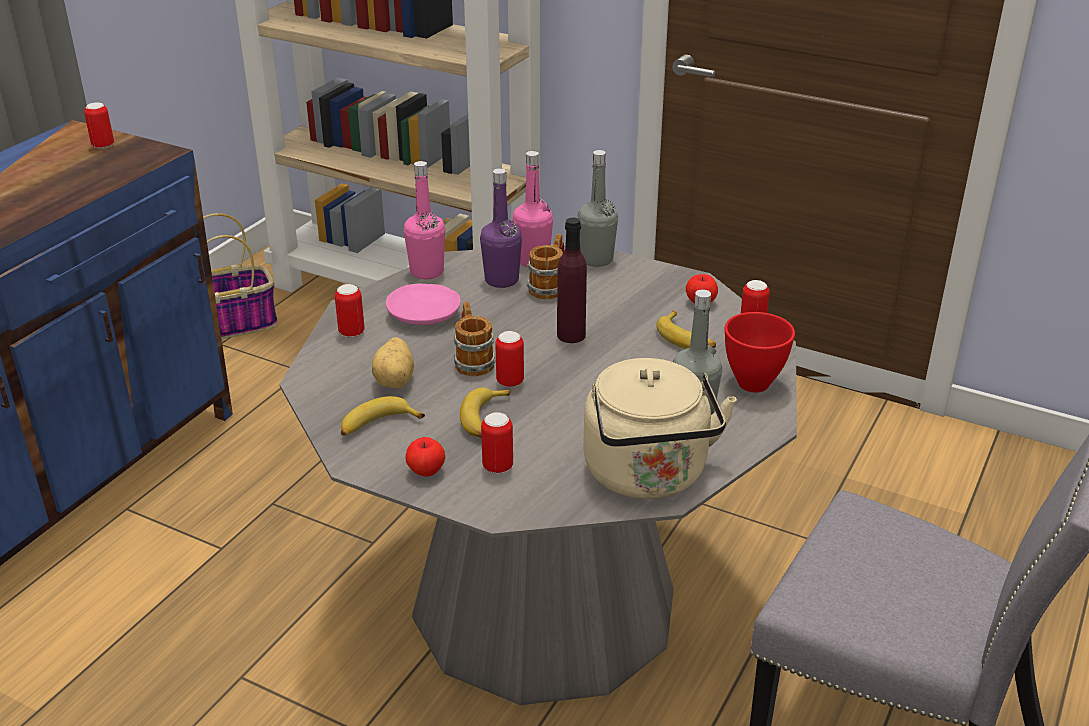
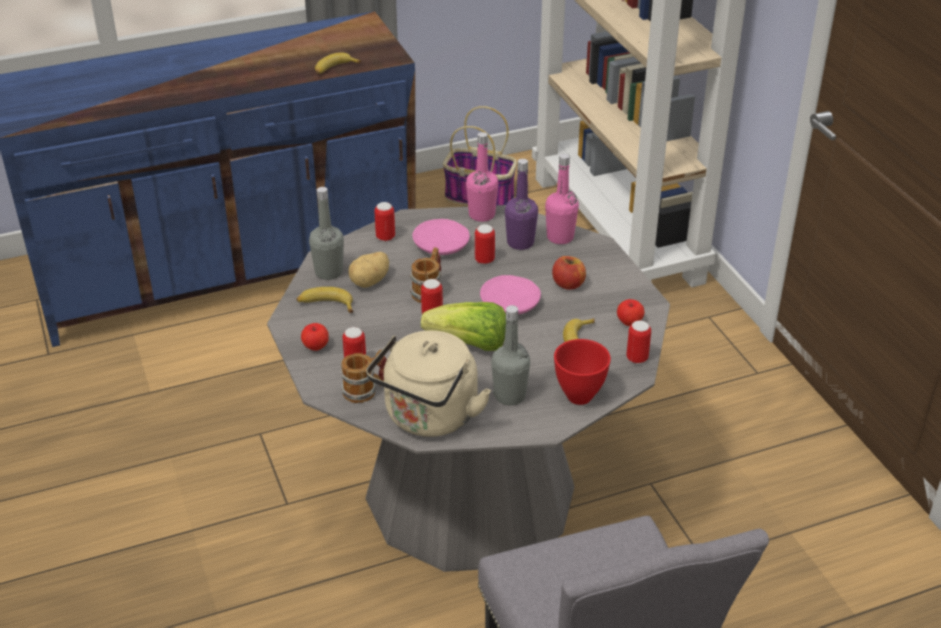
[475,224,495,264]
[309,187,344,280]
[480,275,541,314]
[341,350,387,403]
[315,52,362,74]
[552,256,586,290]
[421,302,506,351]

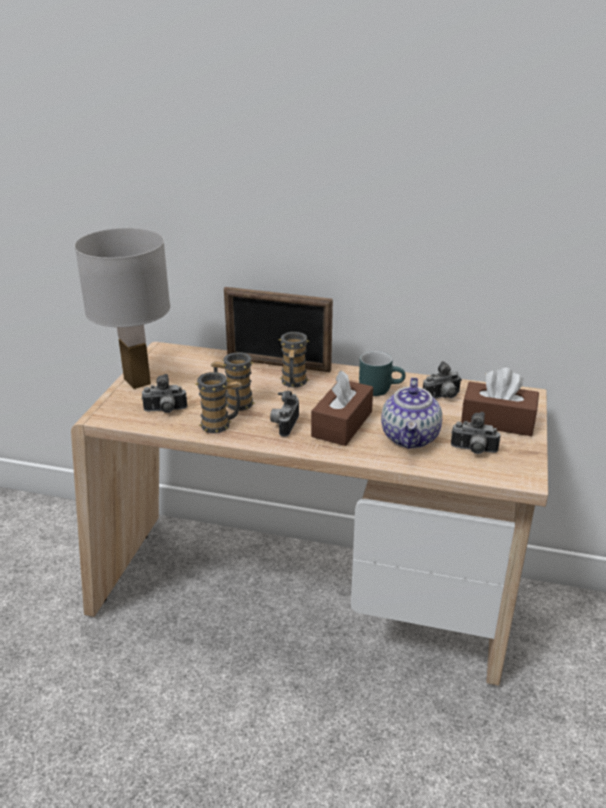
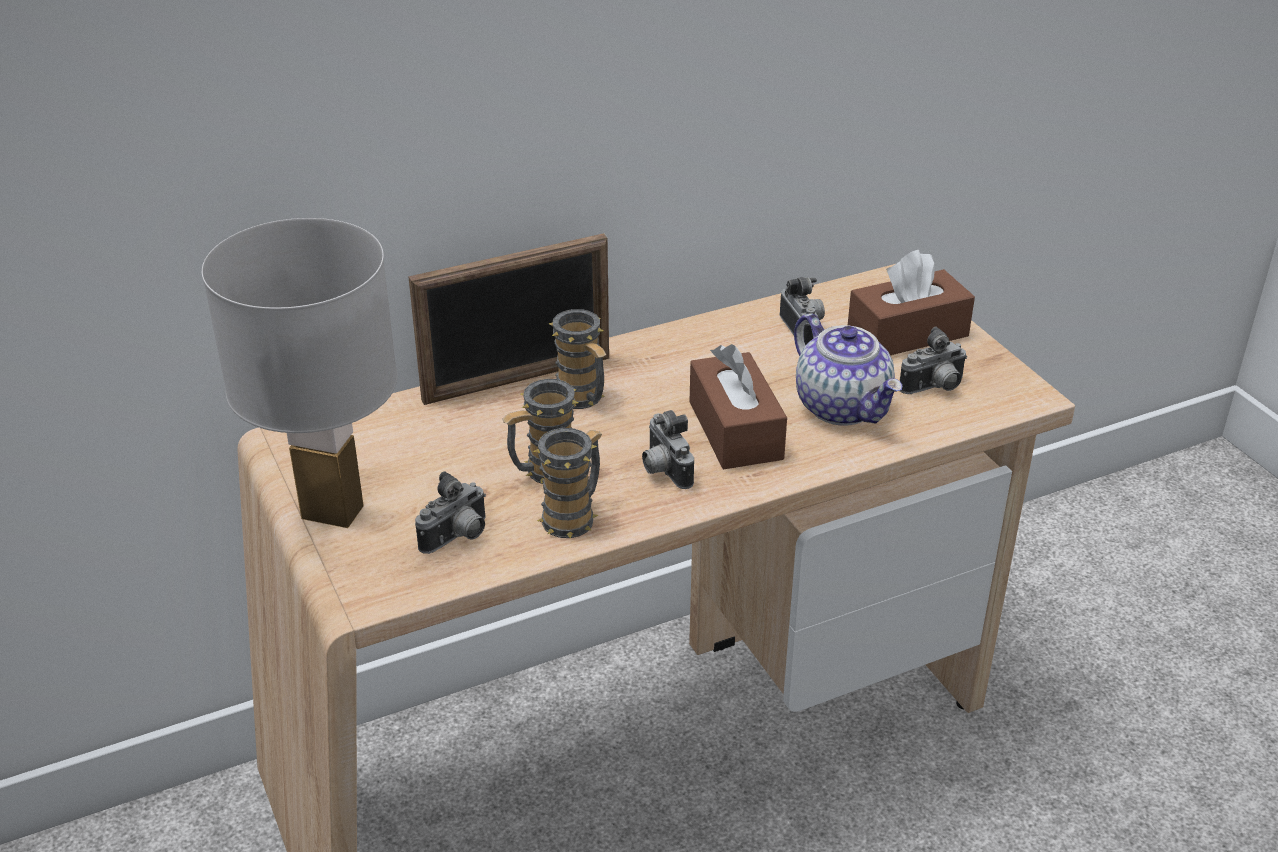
[359,351,405,396] (first image)
[779,277,825,345]

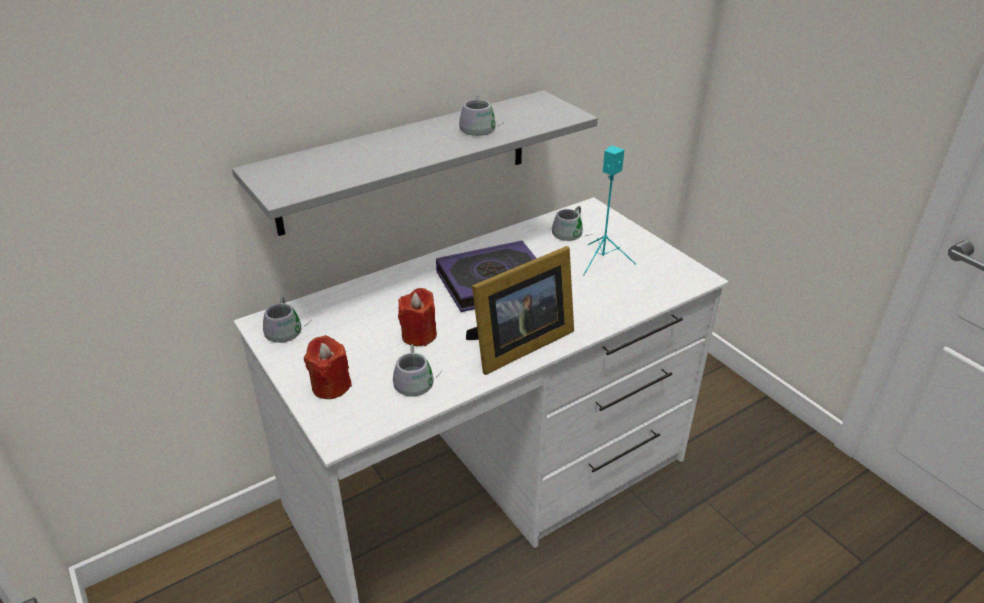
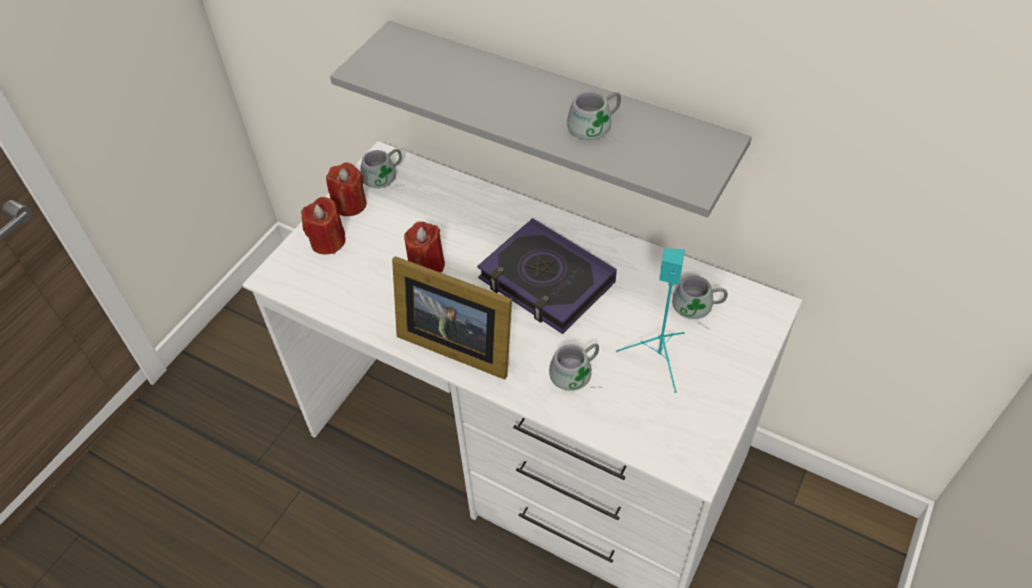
[549,343,602,391]
[326,162,367,216]

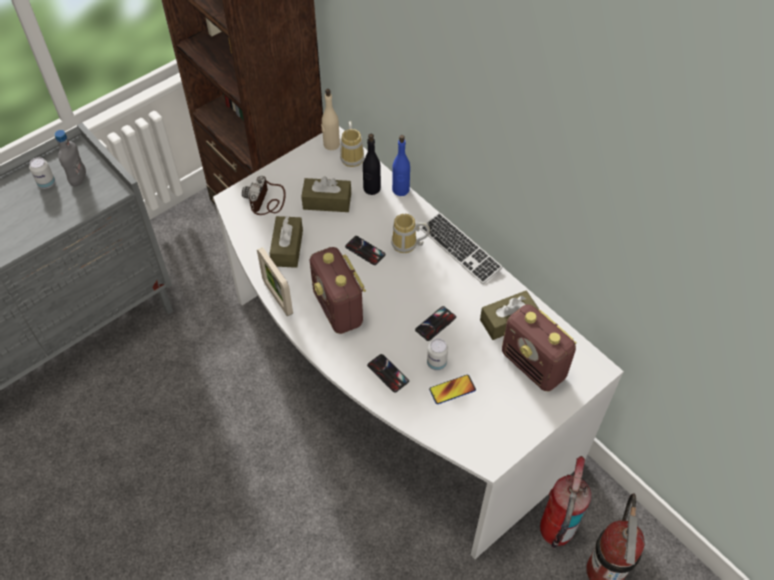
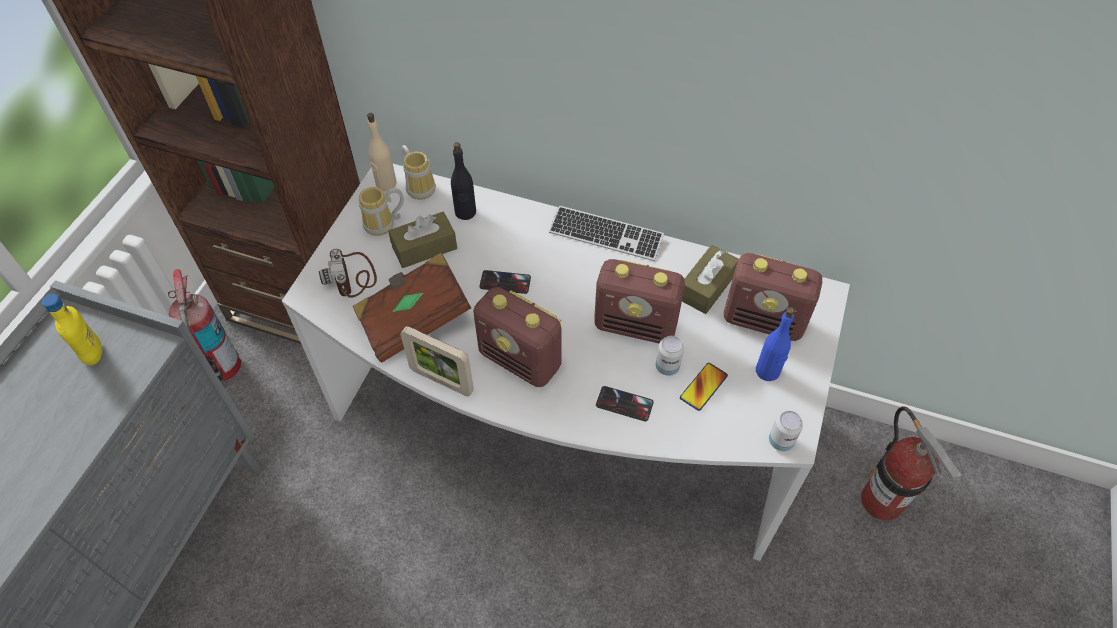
[42,294,102,365]
[756,307,795,381]
[769,411,803,451]
[359,187,404,236]
[353,253,471,363]
[594,259,685,343]
[168,269,242,381]

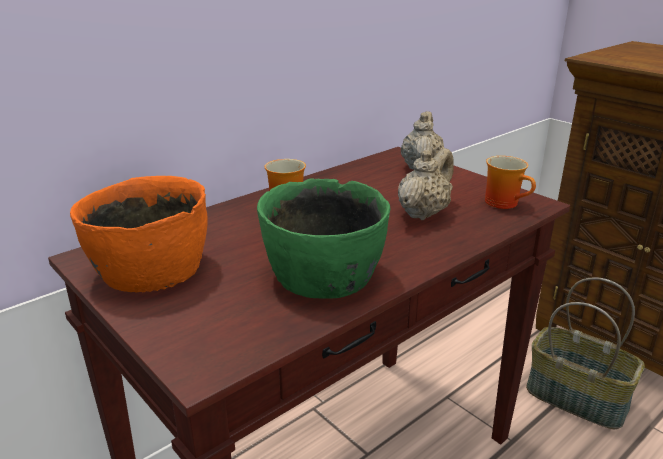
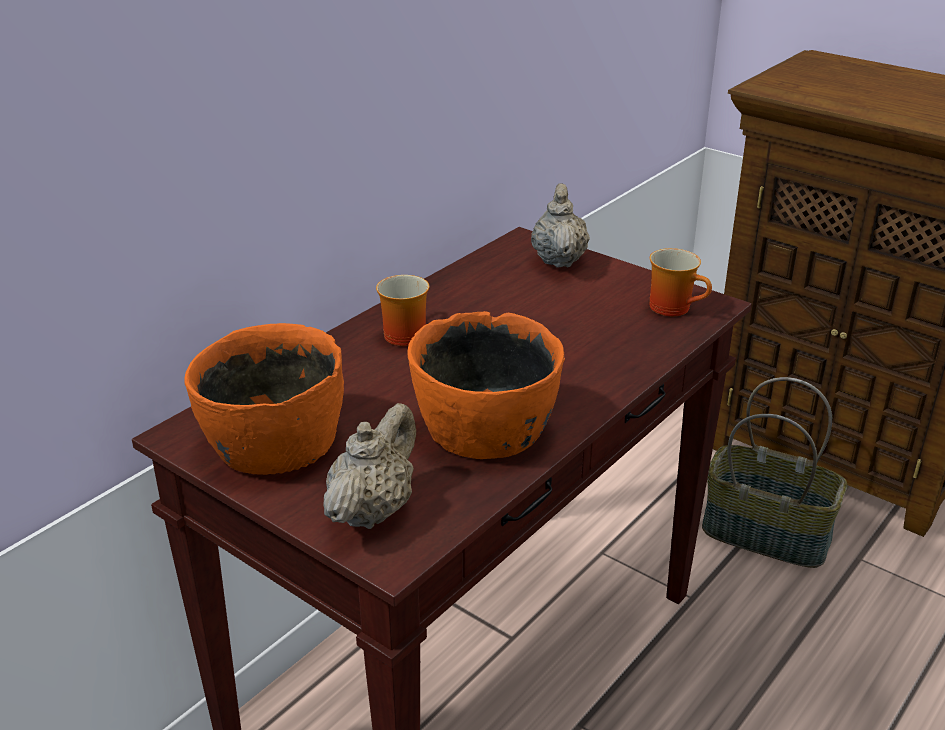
[323,403,416,529]
[407,311,565,459]

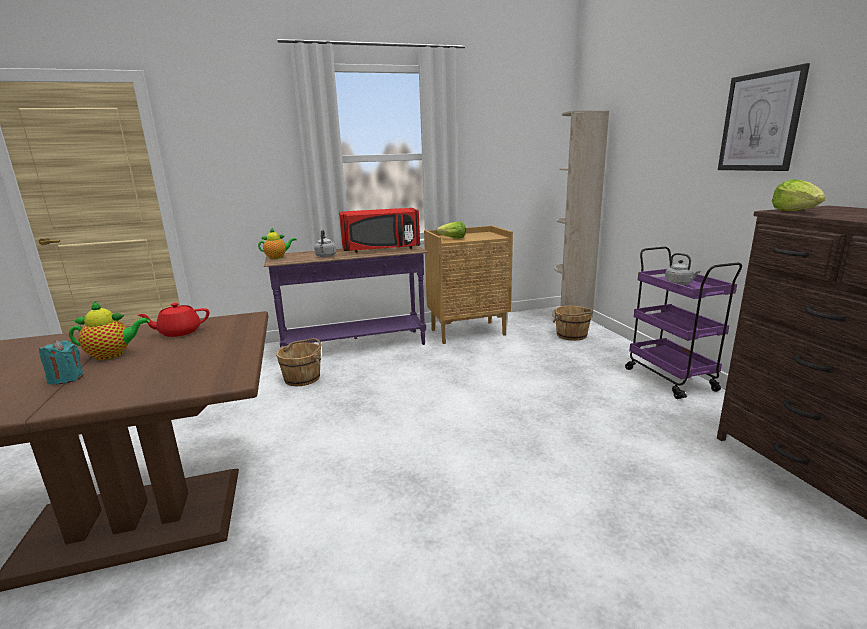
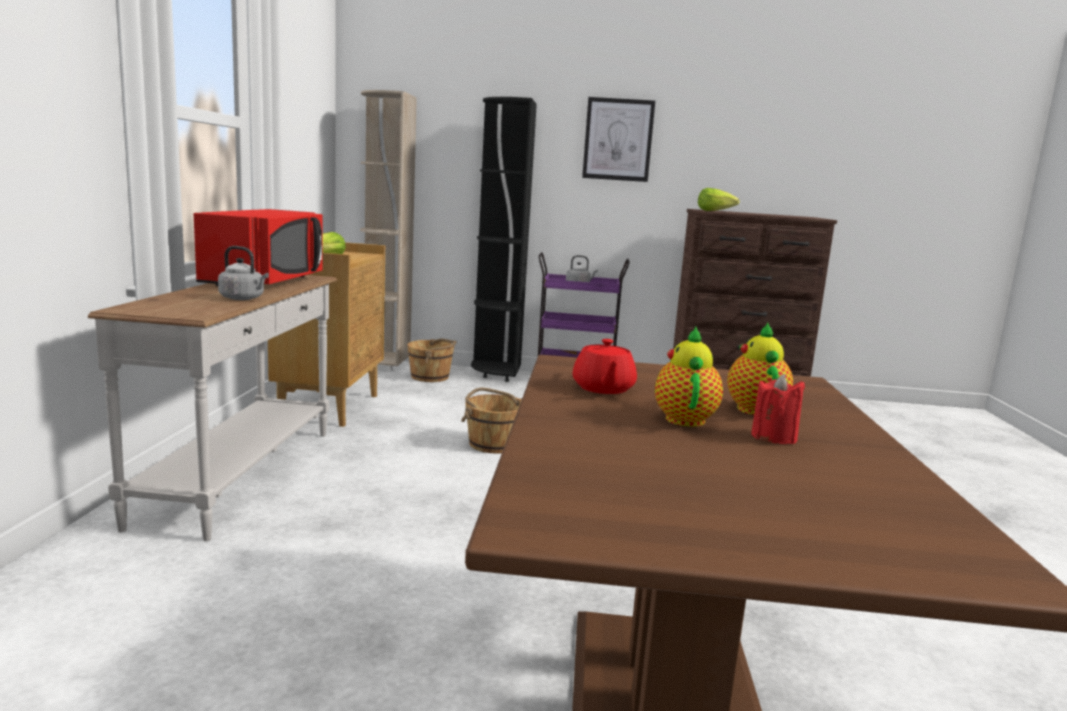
[727,322,793,415]
[88,275,338,541]
[461,388,522,454]
[751,374,805,444]
[471,97,537,382]

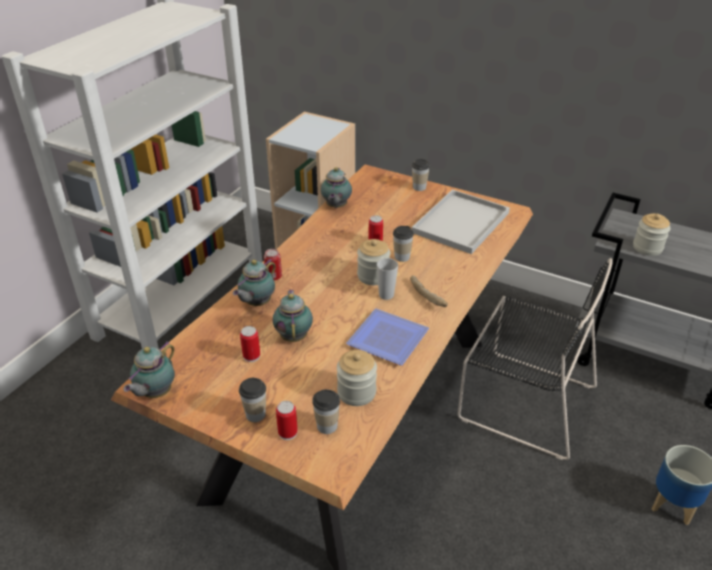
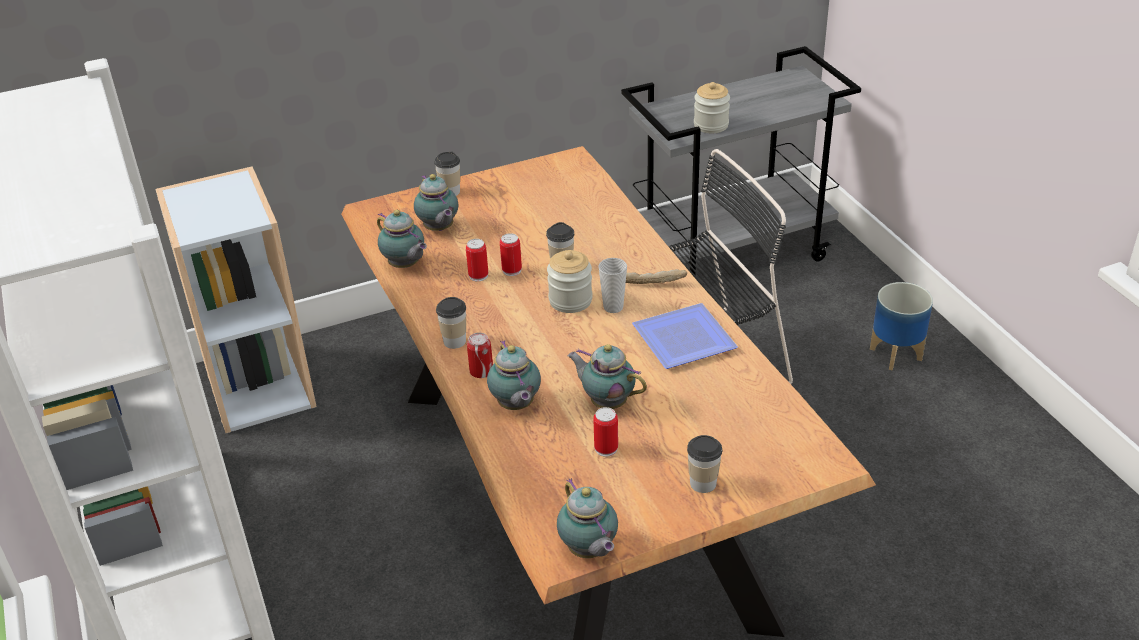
[411,189,510,254] (first image)
[337,350,377,406] (first image)
[436,297,466,349]
[466,239,488,282]
[414,174,458,231]

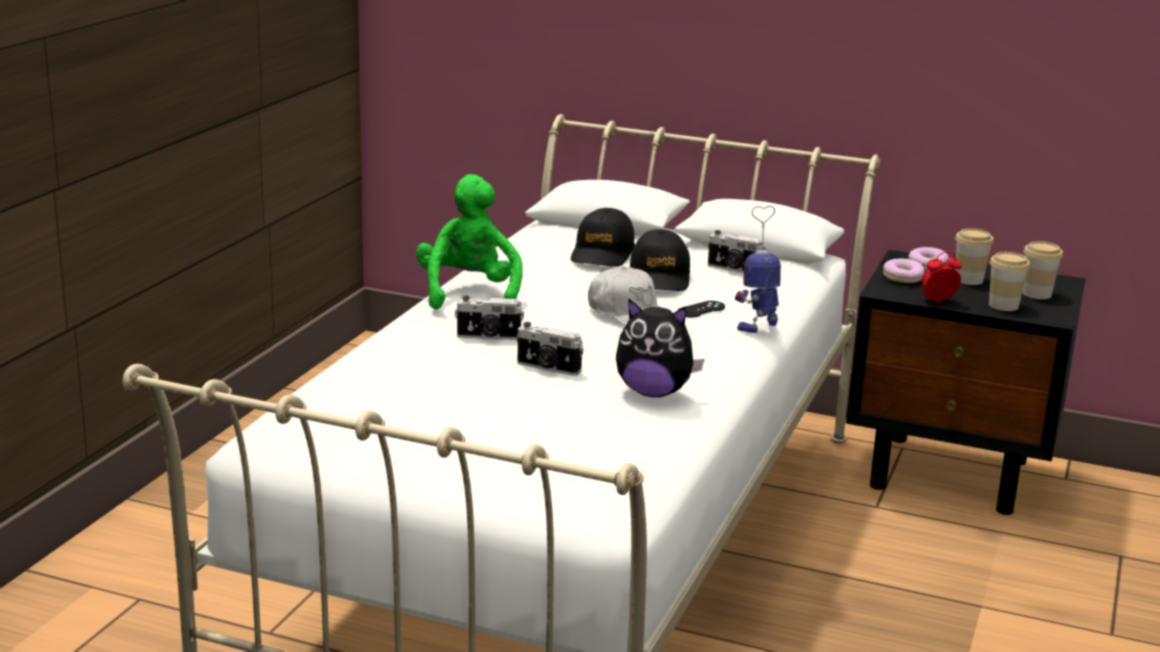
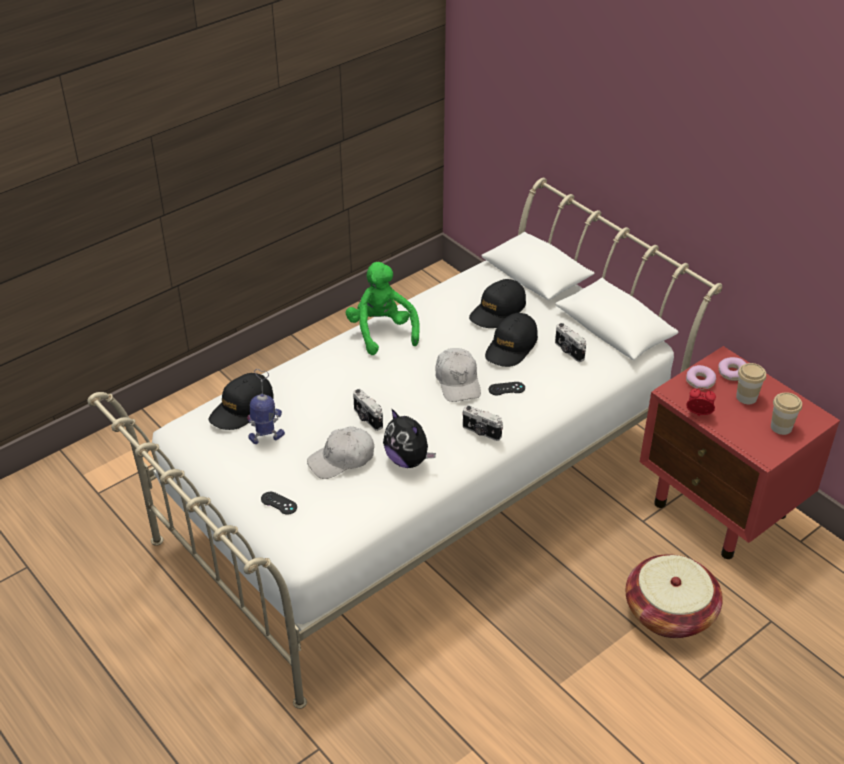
[346,262,420,355]
[247,369,285,444]
[640,346,840,559]
[989,252,1030,311] (first image)
[462,405,503,441]
[209,373,274,430]
[307,426,374,479]
[261,492,297,515]
[626,554,723,638]

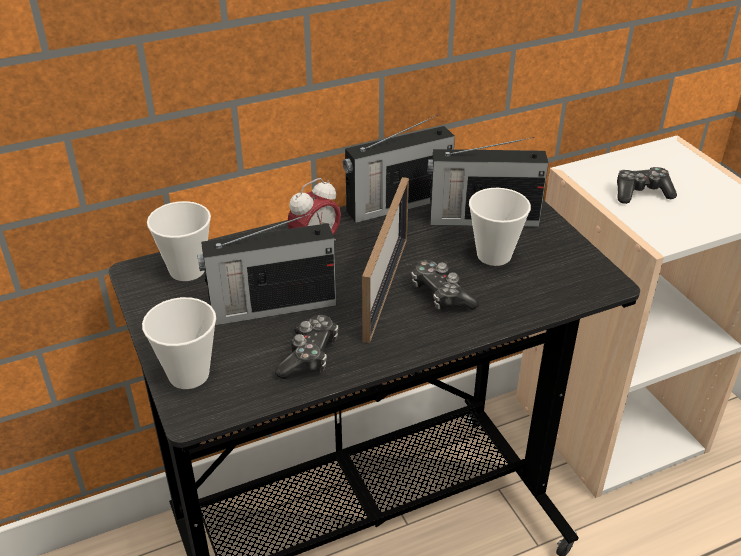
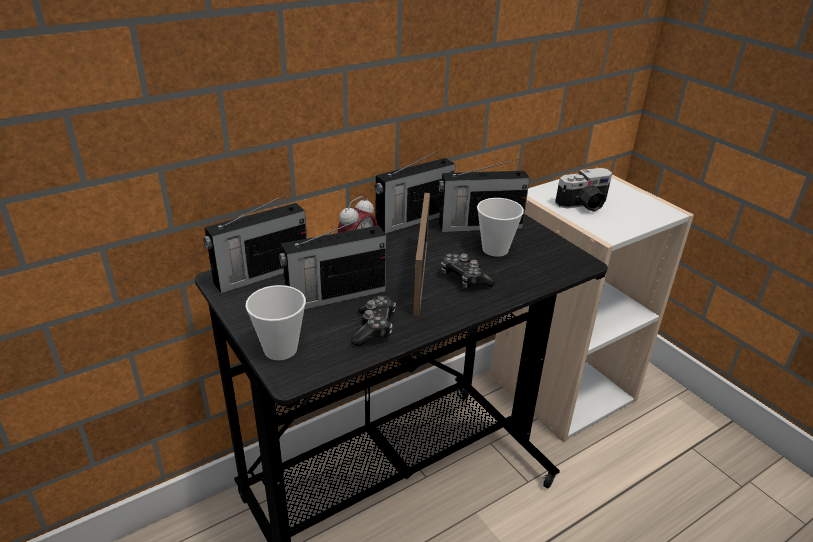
[555,168,612,212]
[203,193,307,293]

